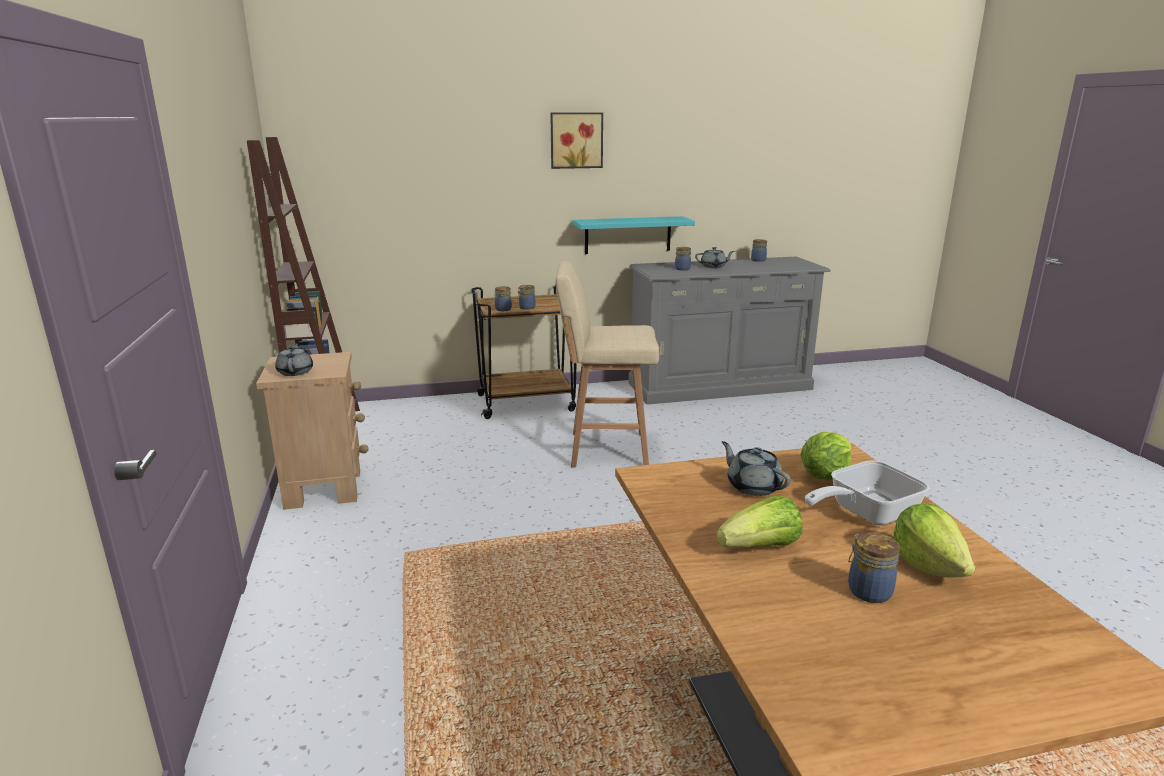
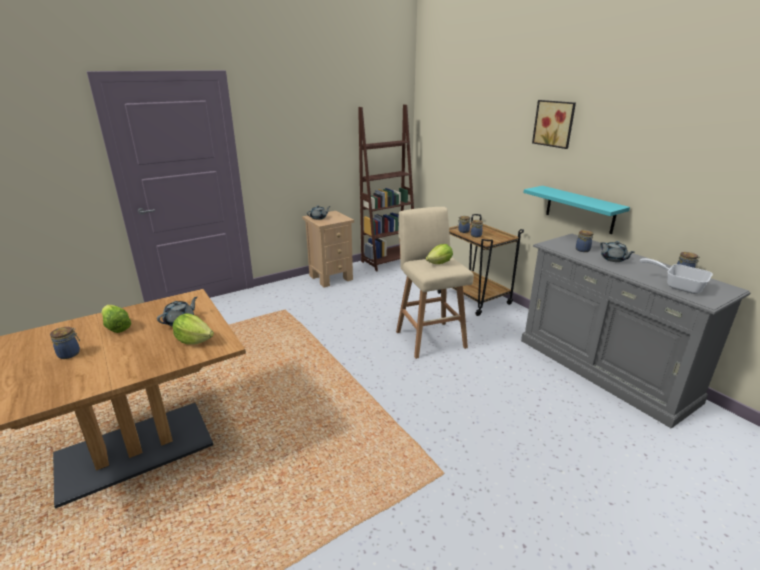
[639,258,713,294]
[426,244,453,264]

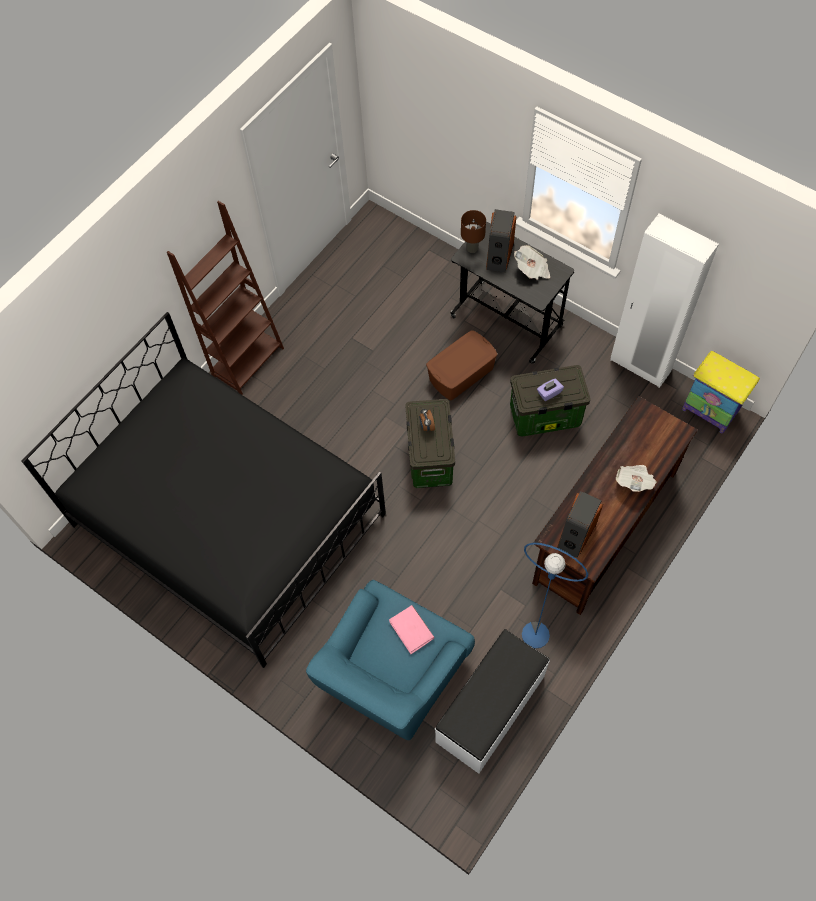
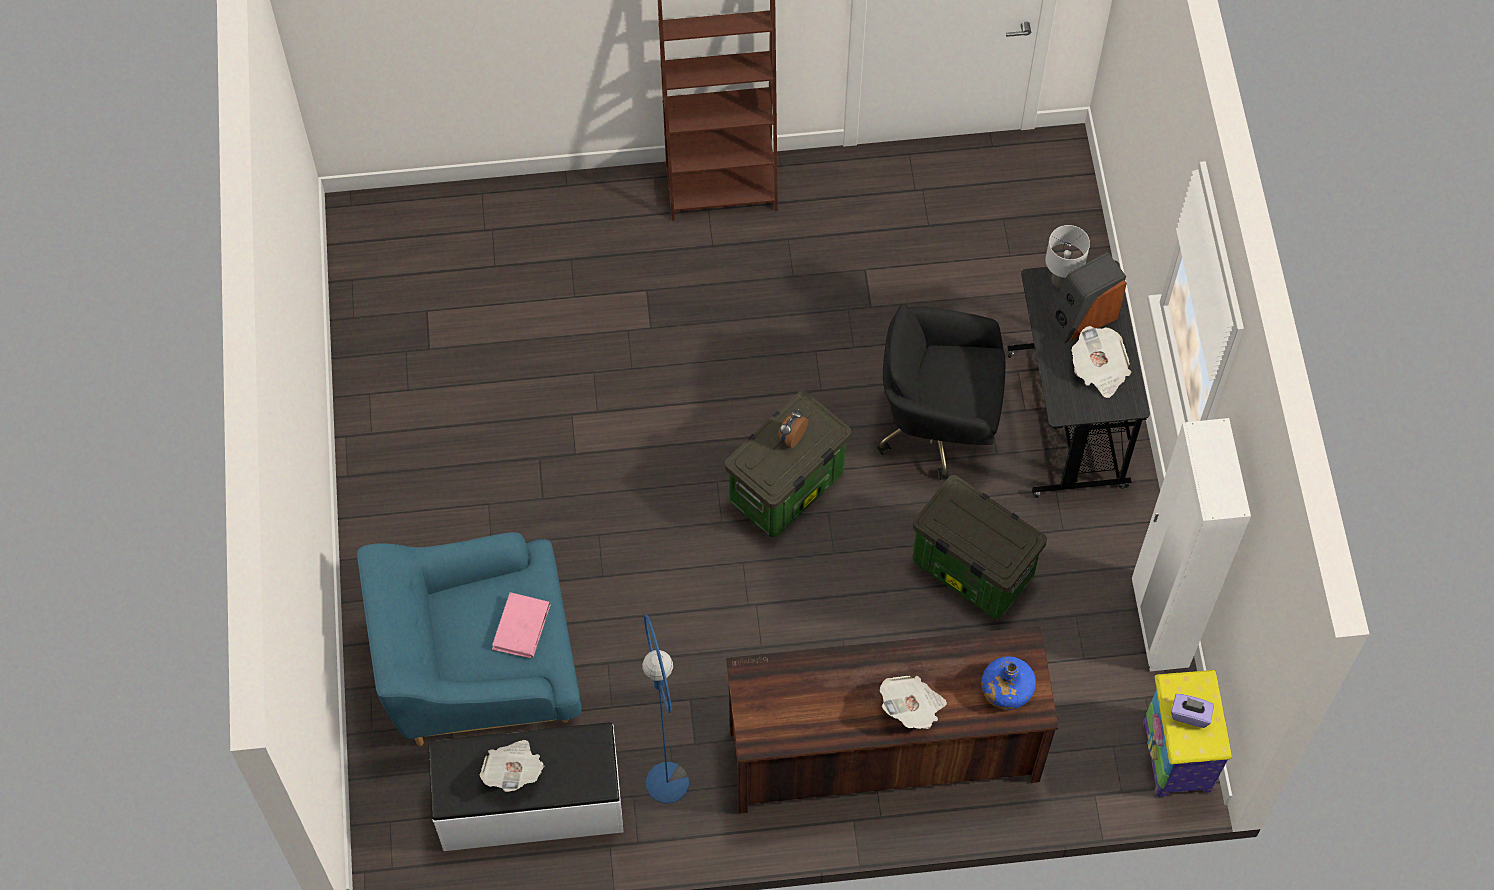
[1045,225,1090,289]
[22,312,386,668] (first image)
[877,304,1005,480]
[1171,694,1214,728]
[557,491,603,558] (first image)
[981,656,1036,710]
[480,740,544,792]

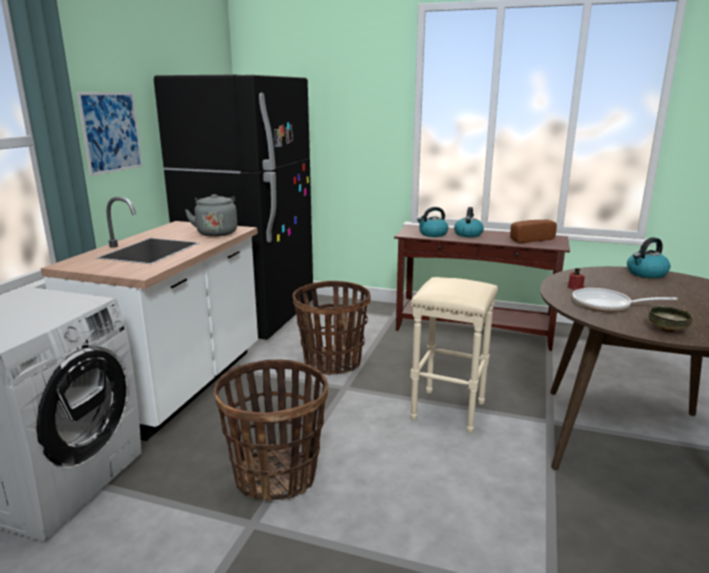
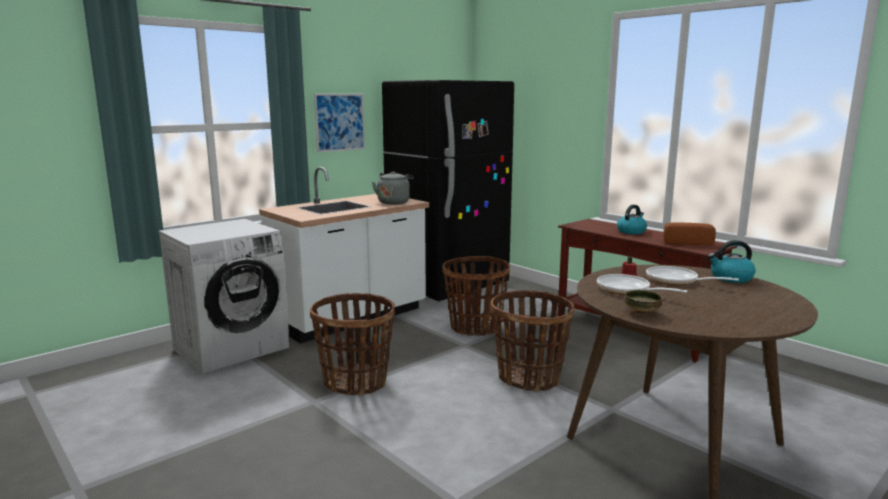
[417,207,448,237] (first image)
[491,290,575,392]
[646,266,739,285]

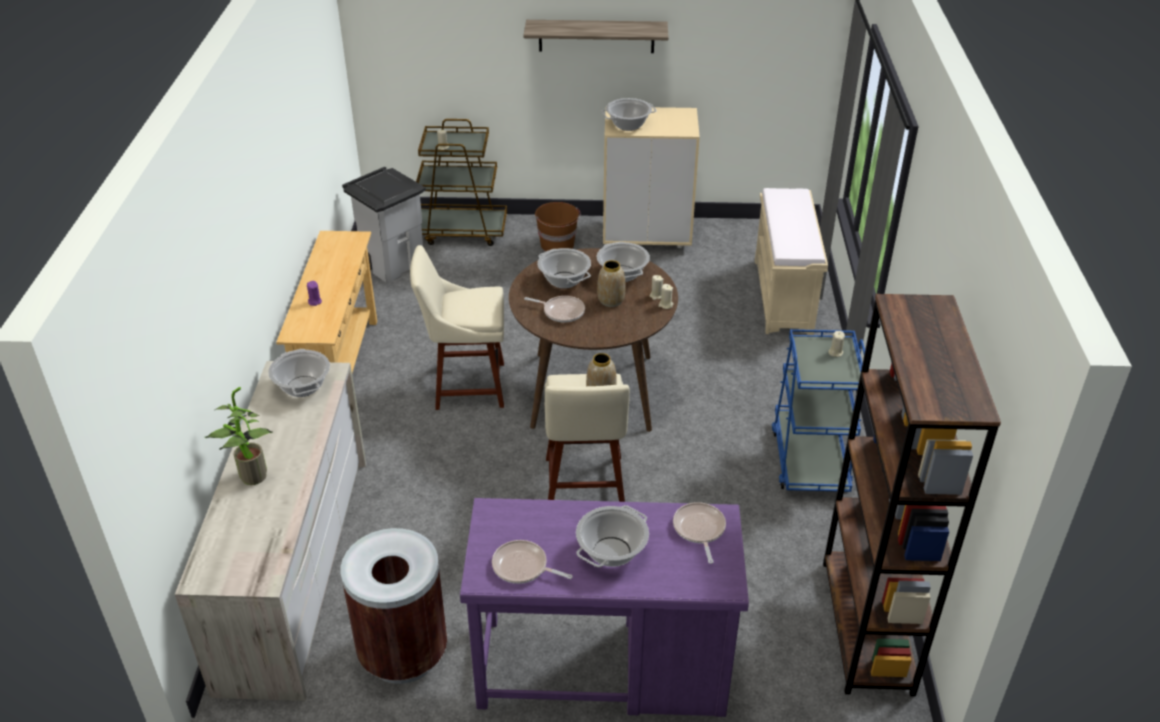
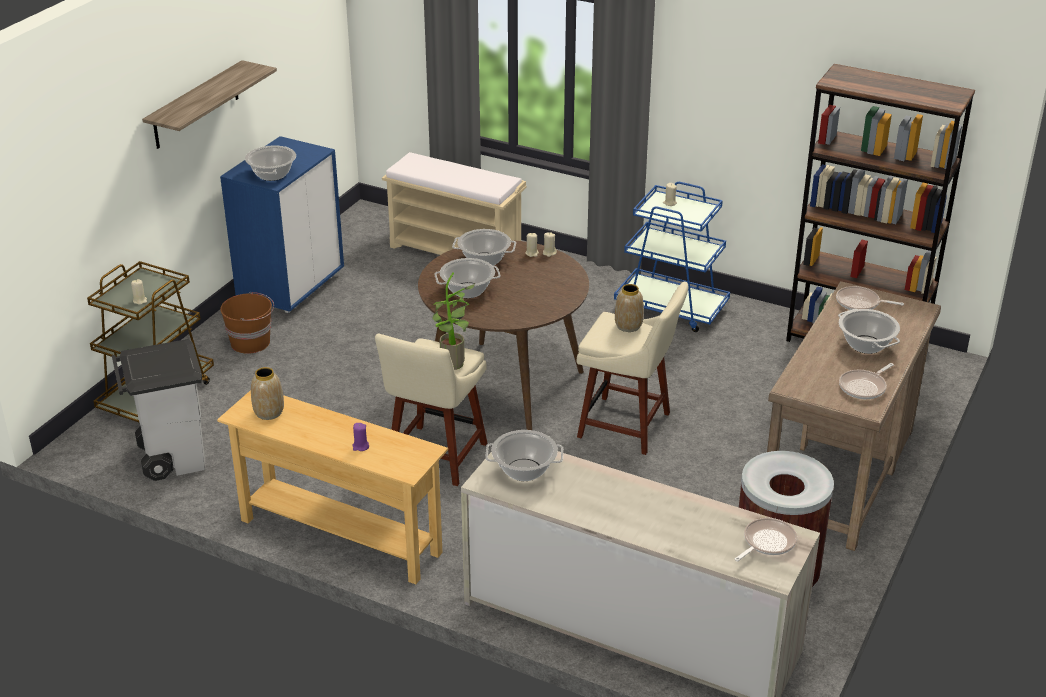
[220,136,344,313]
[251,367,284,420]
[735,518,797,561]
[432,272,475,370]
[767,281,941,551]

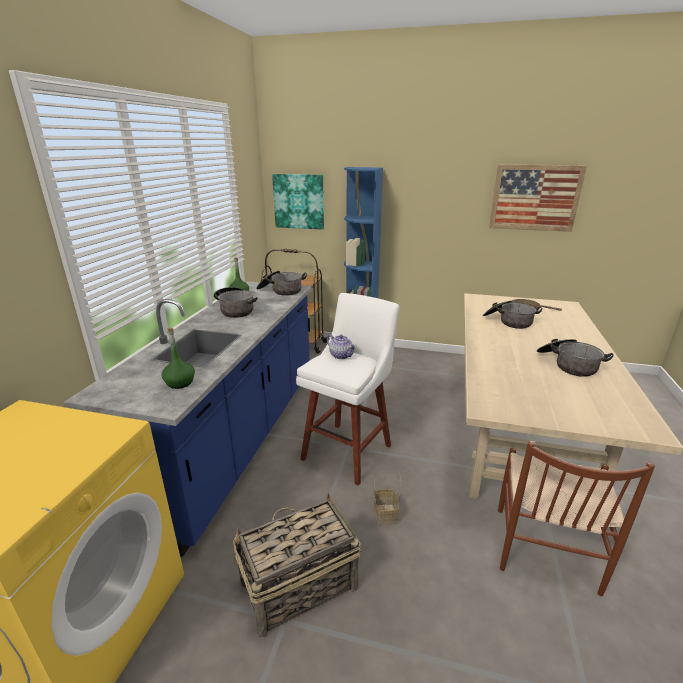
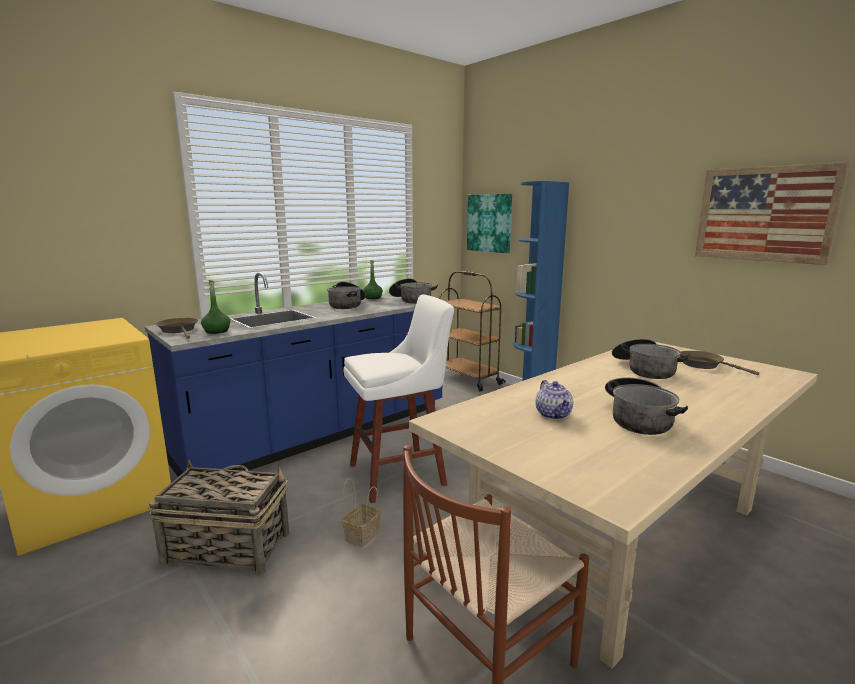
[536,380,573,420]
[156,318,198,339]

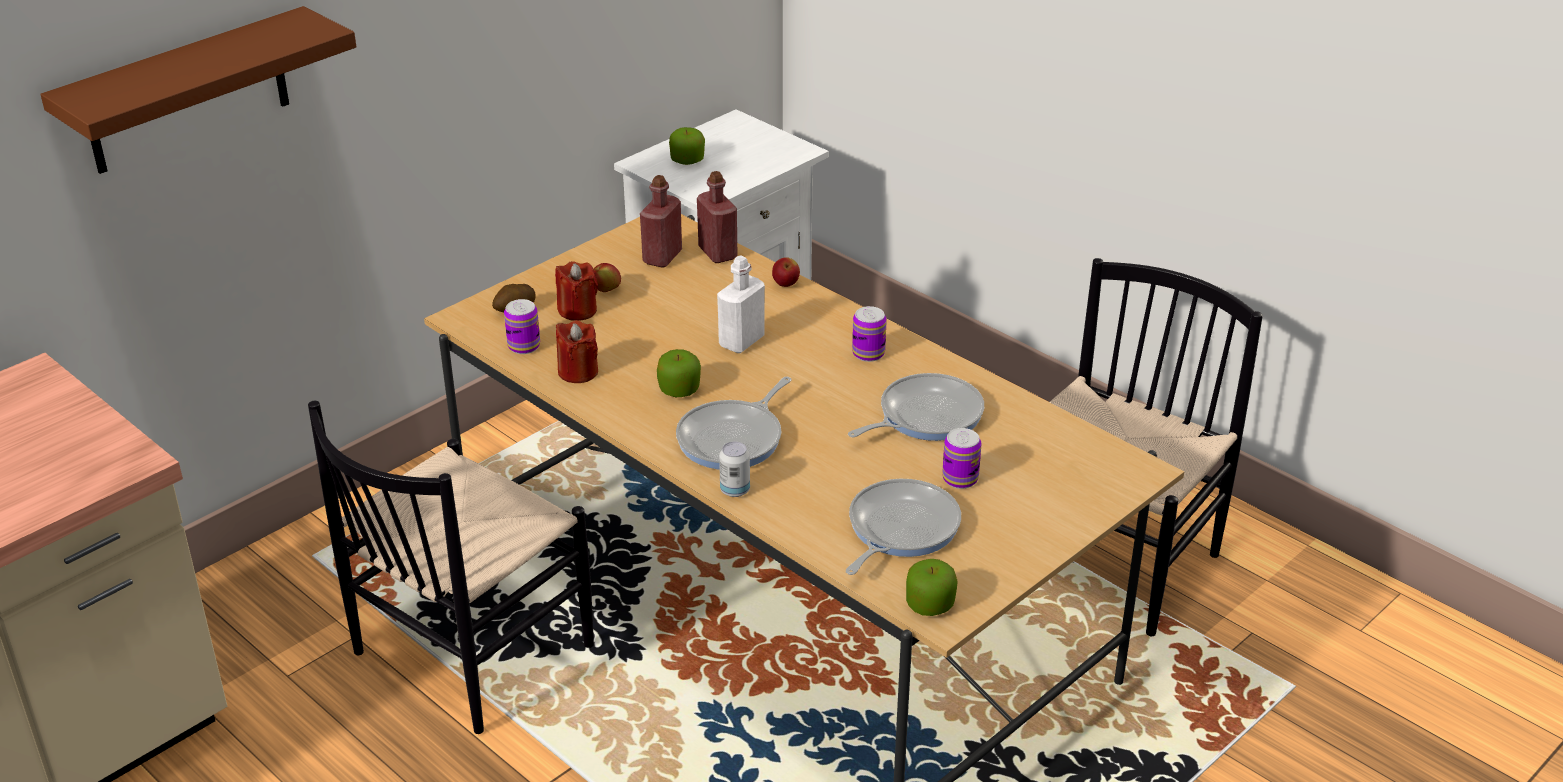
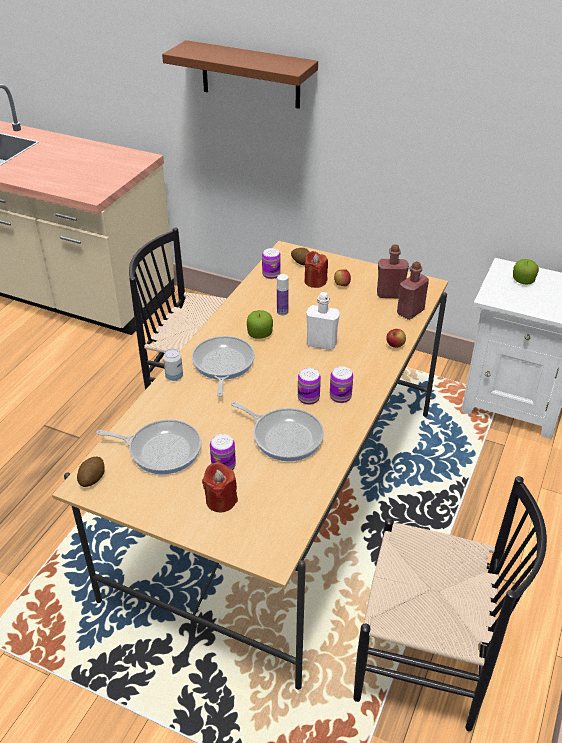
[202,462,238,513]
[192,336,255,397]
[77,457,105,487]
[277,274,289,315]
[298,368,321,405]

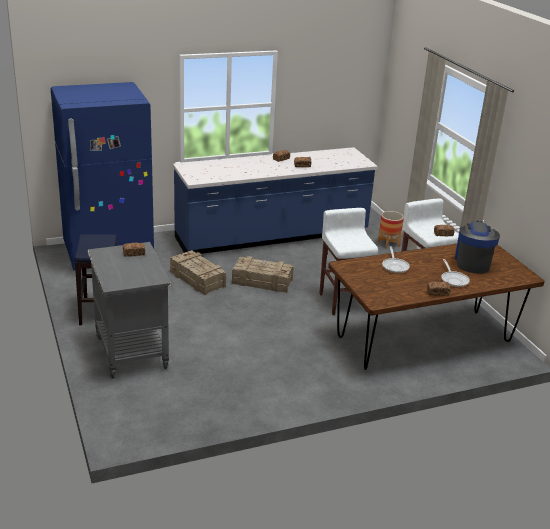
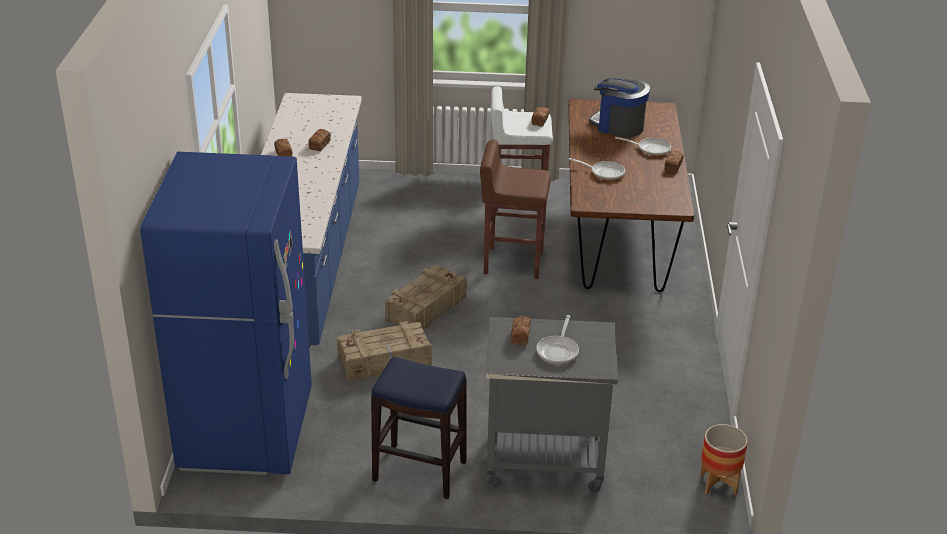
[480,139,551,279]
[700,424,748,495]
[536,315,579,364]

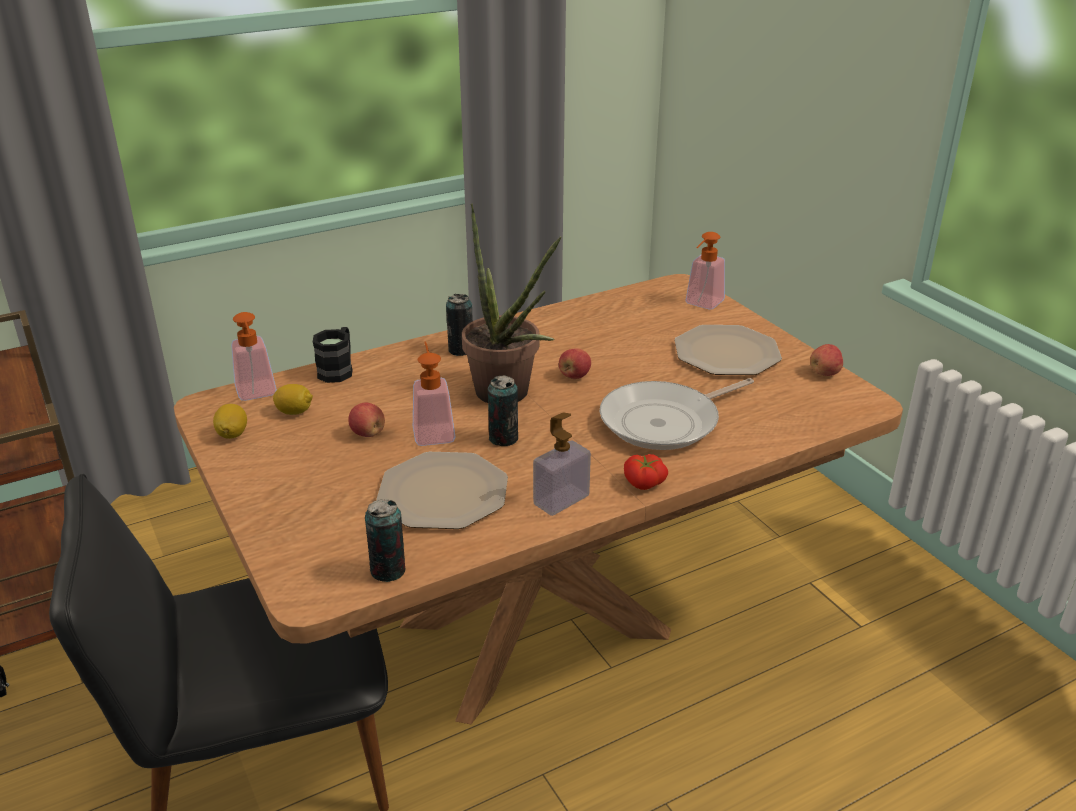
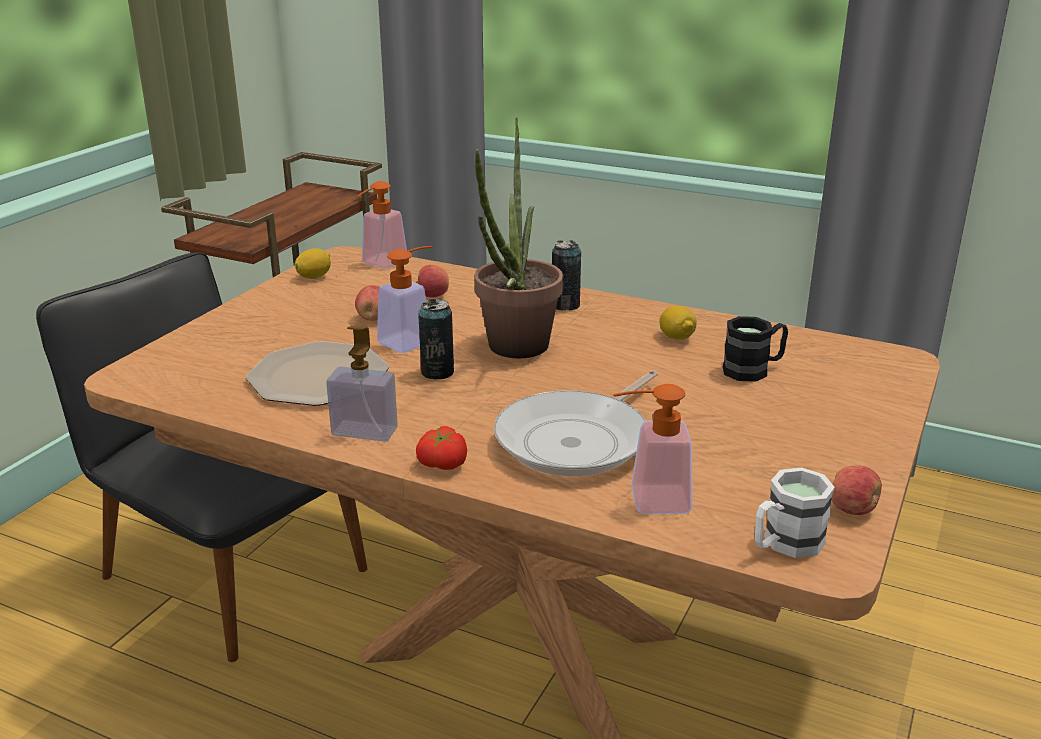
[613,384,693,514]
[674,325,782,375] (first image)
[723,316,788,382]
[416,265,449,298]
[494,370,658,477]
[659,306,697,340]
[365,499,406,582] (first image)
[755,468,835,558]

